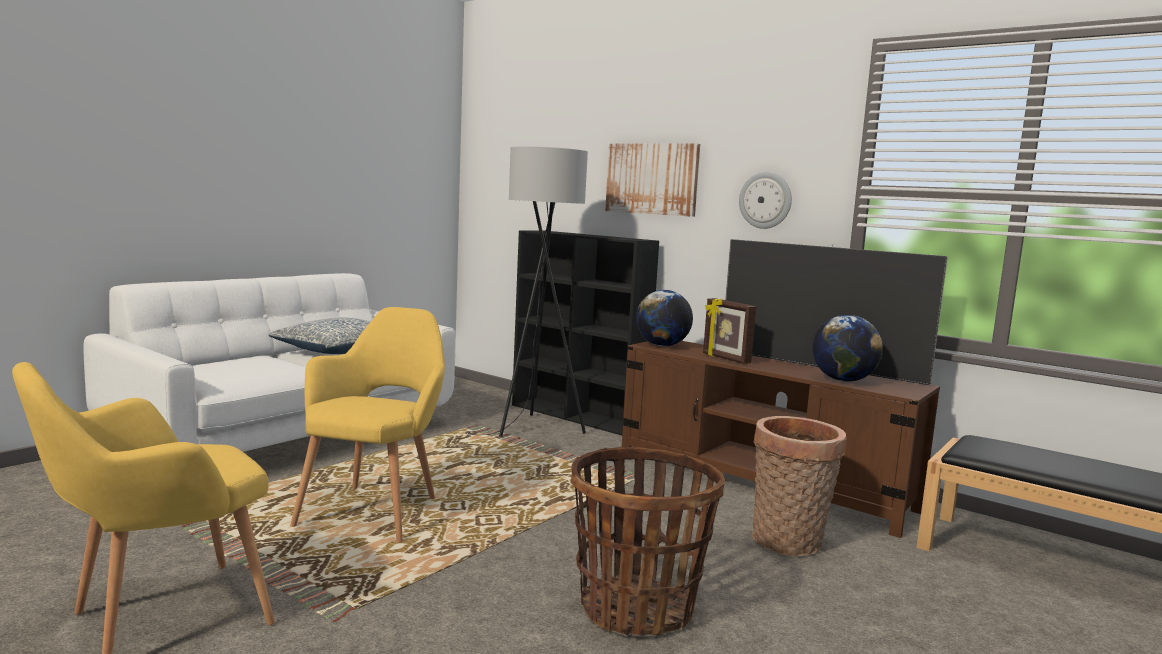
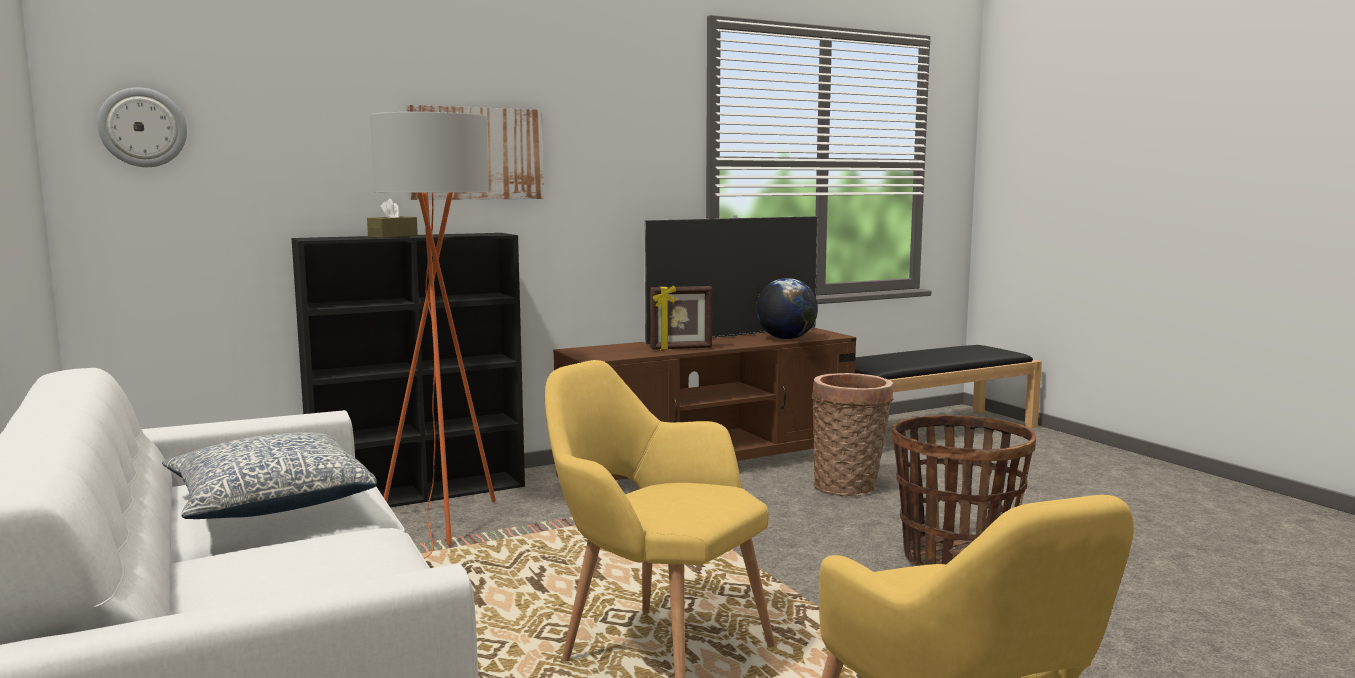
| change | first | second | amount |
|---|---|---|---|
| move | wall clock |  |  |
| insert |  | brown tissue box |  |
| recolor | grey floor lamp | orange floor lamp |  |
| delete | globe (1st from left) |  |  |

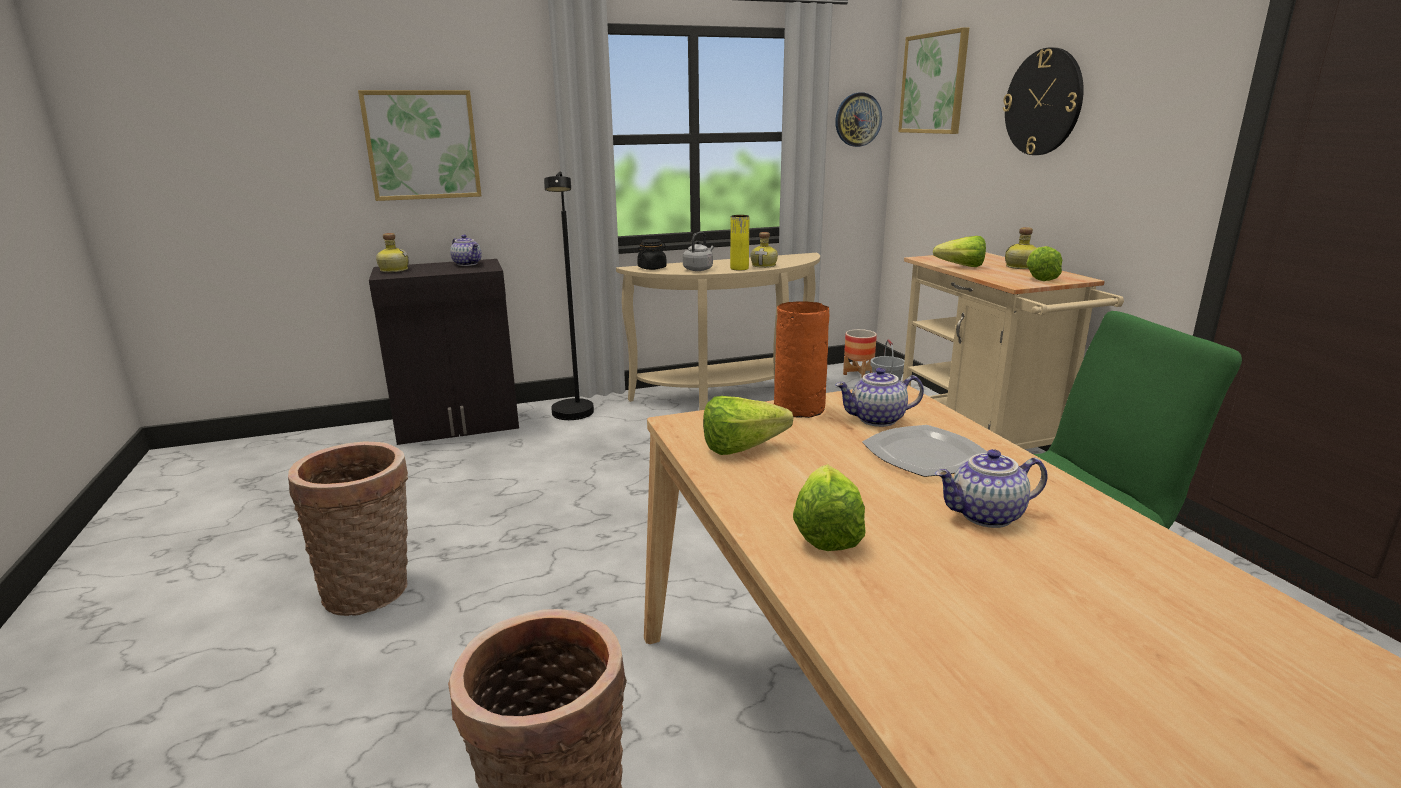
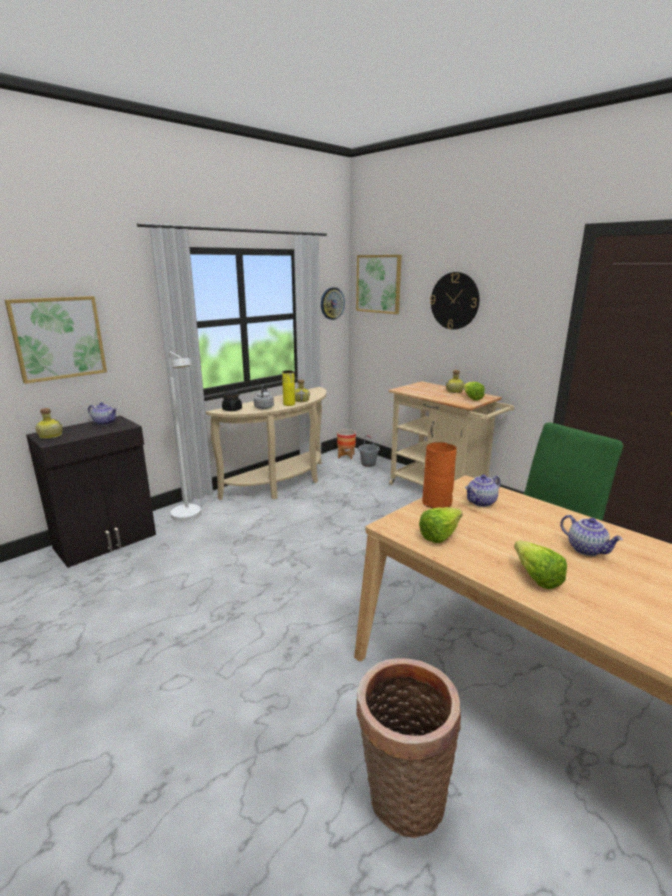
| change | first | second | amount |
|---|---|---|---|
| recolor | black floor lamp | white floor lamp |  |
| rotate | teapot (3rd from left) |  | 90 degrees counterclockwise |
| delete | basket (1st from left) |  |  |
| delete | plate |  |  |
| delete | lettuce (3rd from left) |  |  |

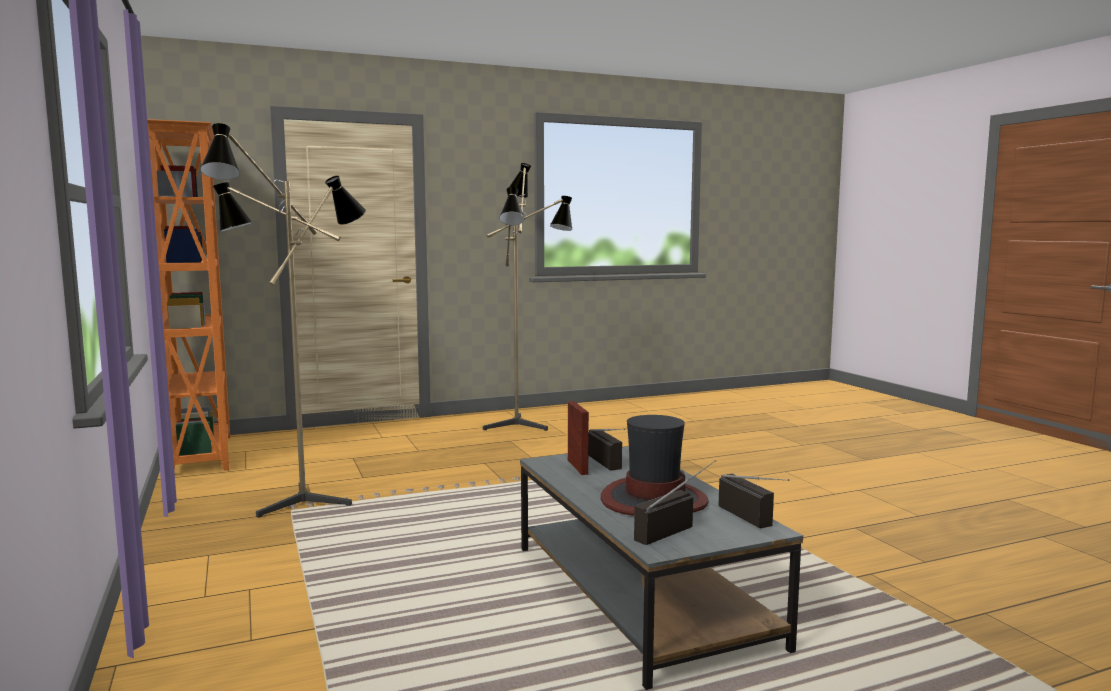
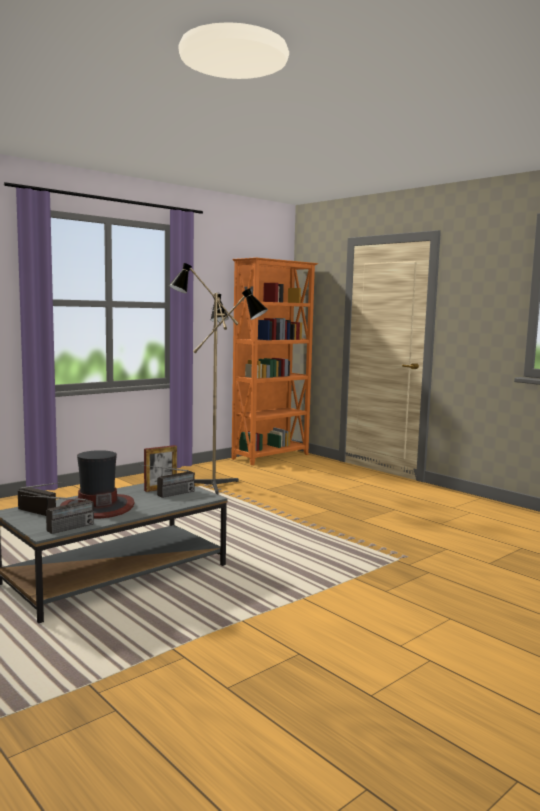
| change | first | second | amount |
|---|---|---|---|
| delete | floor lamp (2nd from left) |  |  |

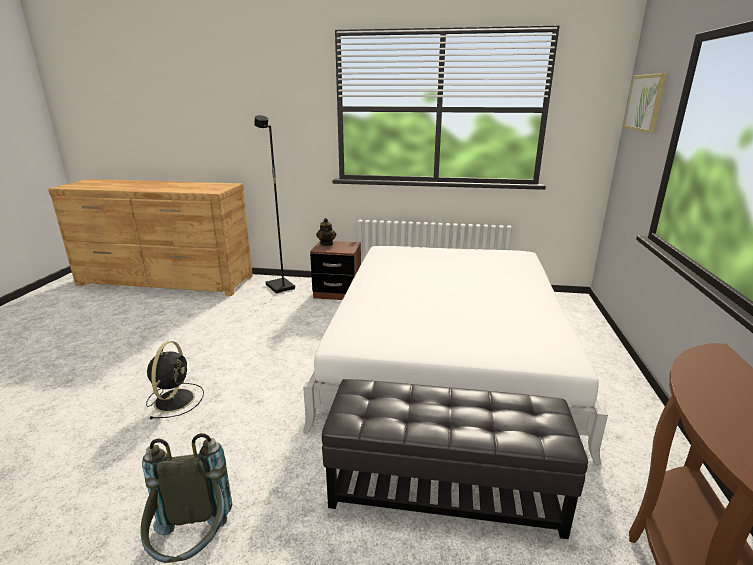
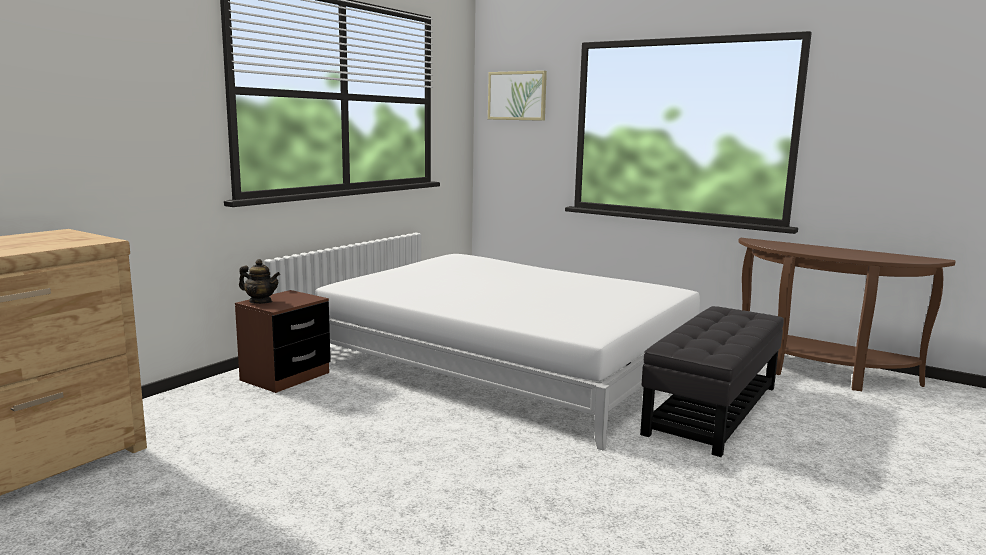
| change | first | second | amount |
|---|---|---|---|
| delete | grey backpack |  |  |
| delete | black fan |  |  |
| delete | black floor lamp |  |  |

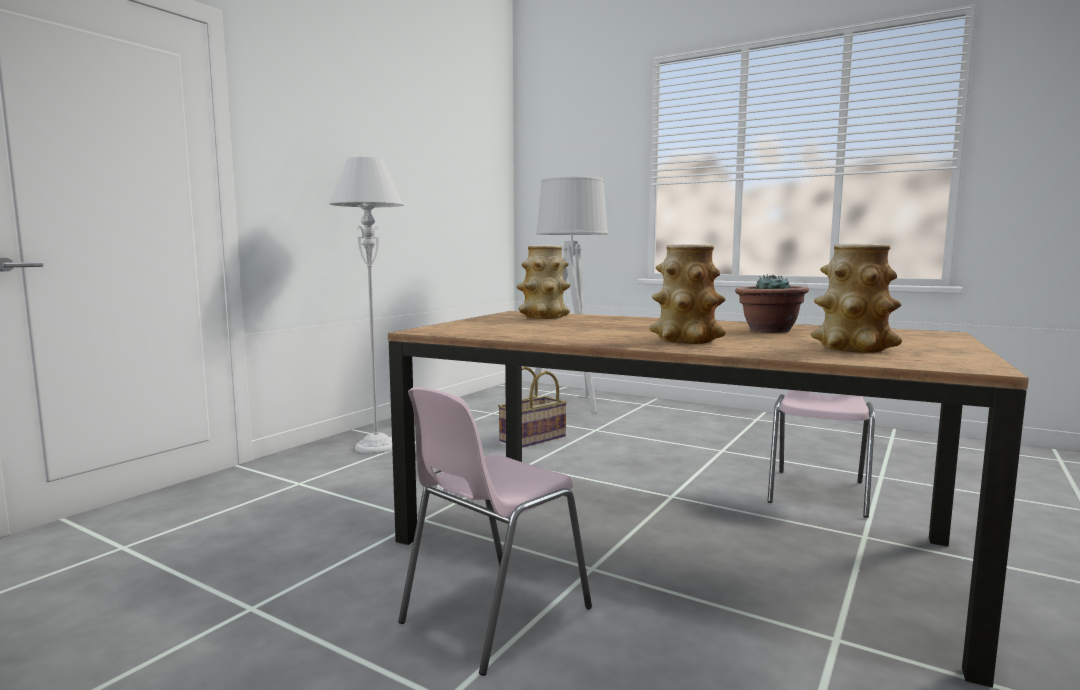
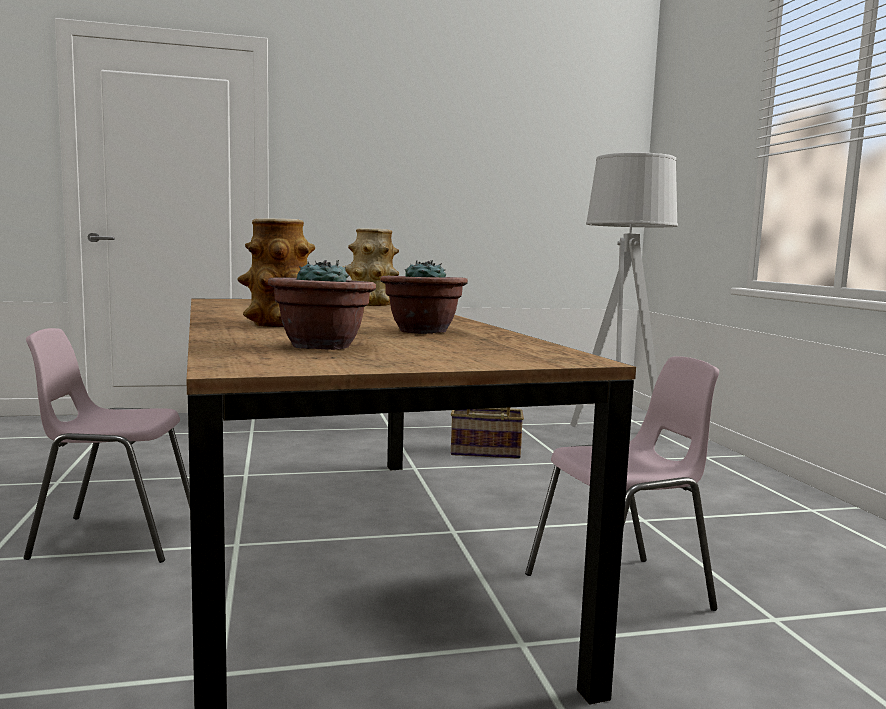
| change | first | second | amount |
|---|---|---|---|
| replace | vase (3rd from left) | potted plant (1st from left) |  |
| delete | grey floor lamp (1st from left) |  |  |

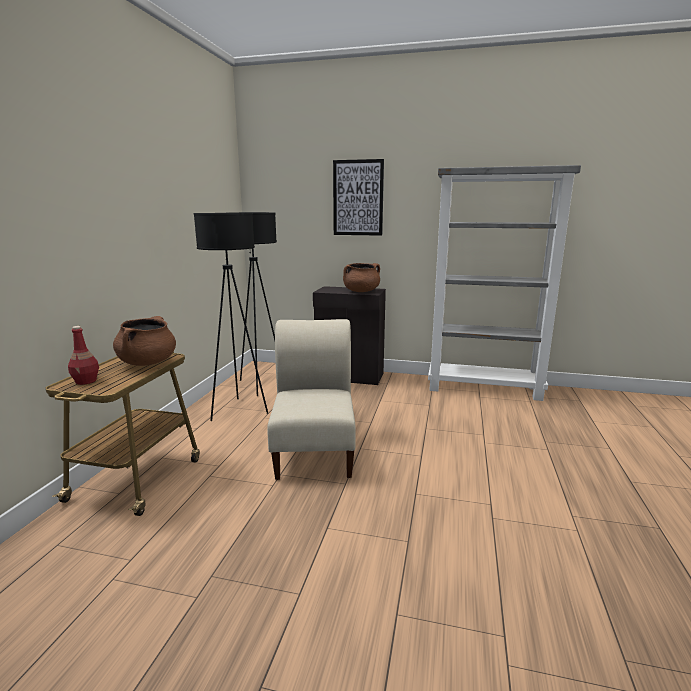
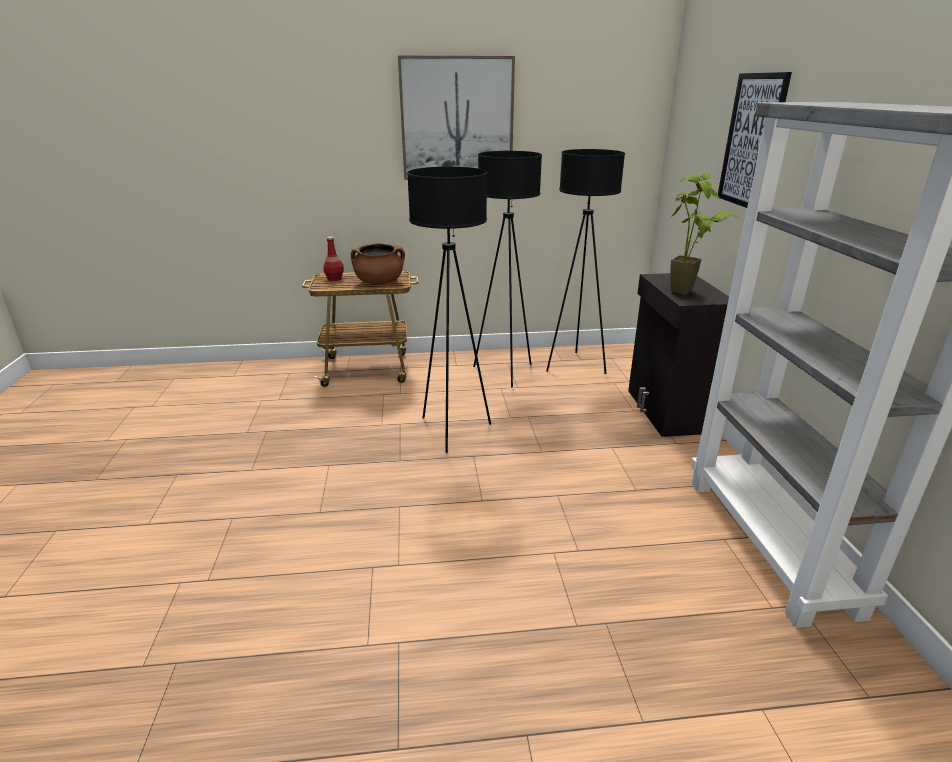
| change | first | second | amount |
|---|---|---|---|
| insert |  | picture (1st from left) |  |
| replace | beige chair | black floor lamp (1st from left) |  |
| replace | brown cooking pot (2nd from left) | potted plant |  |

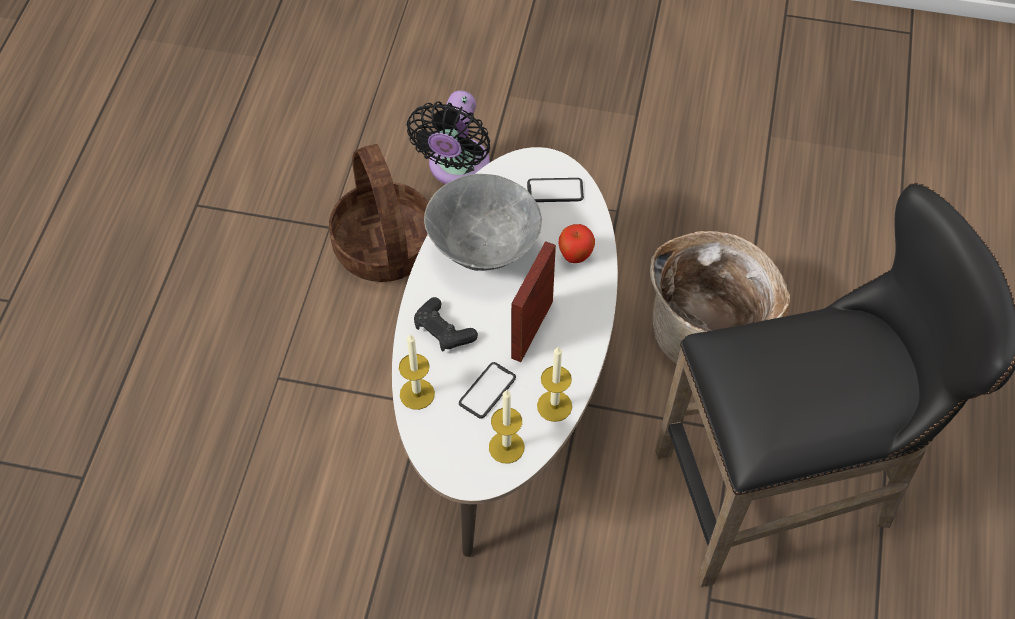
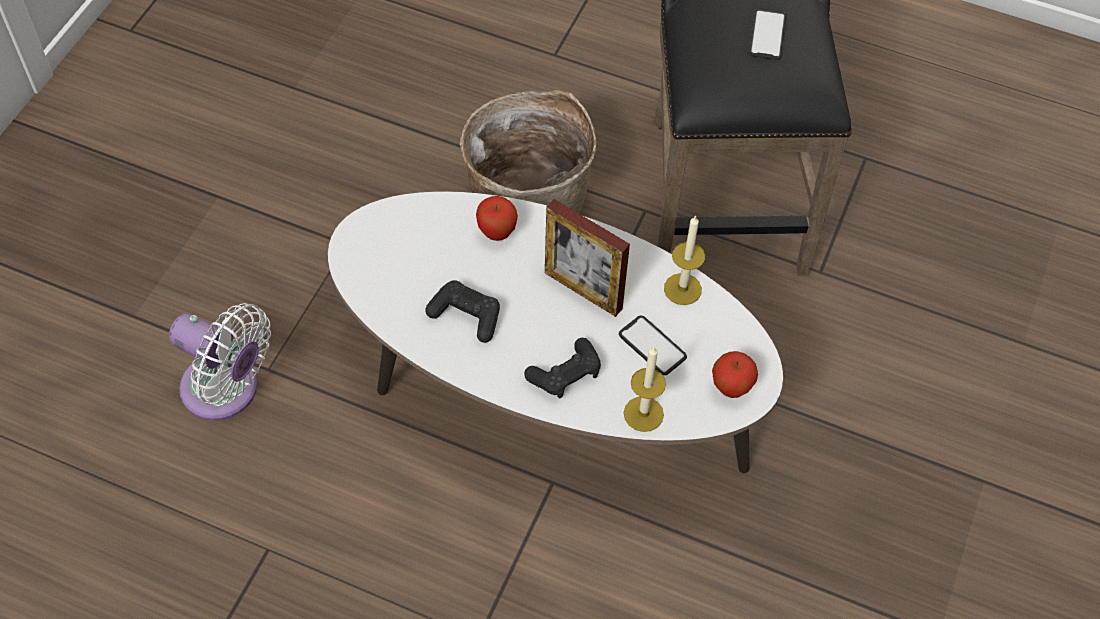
| change | first | second | amount |
|---|---|---|---|
| recolor | black fan | white fan |  |
| replace | grey bowl | black game controller (1st from left) |  |
| insert |  | apple (2nd from left) |  |
| move | phone (2nd from left) |  |  |
| delete | basket (1st from left) |  |  |
| delete | candle (2nd from left) |  |  |

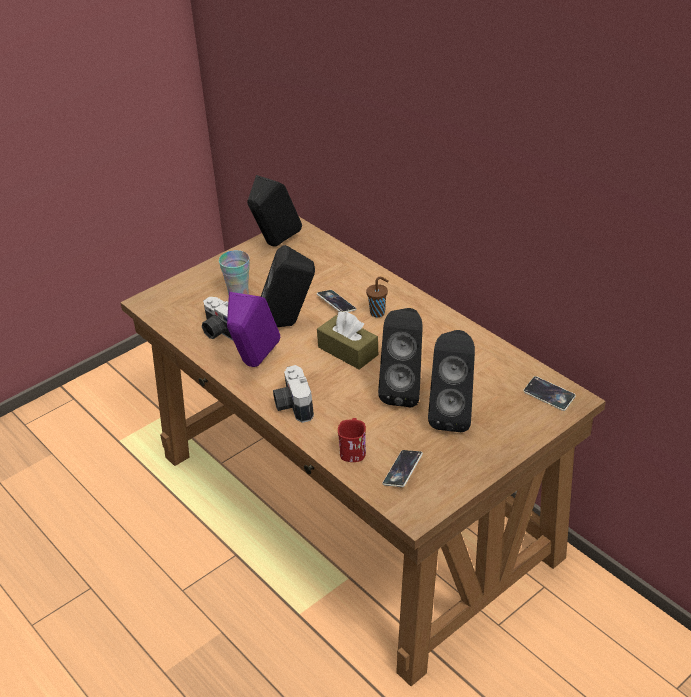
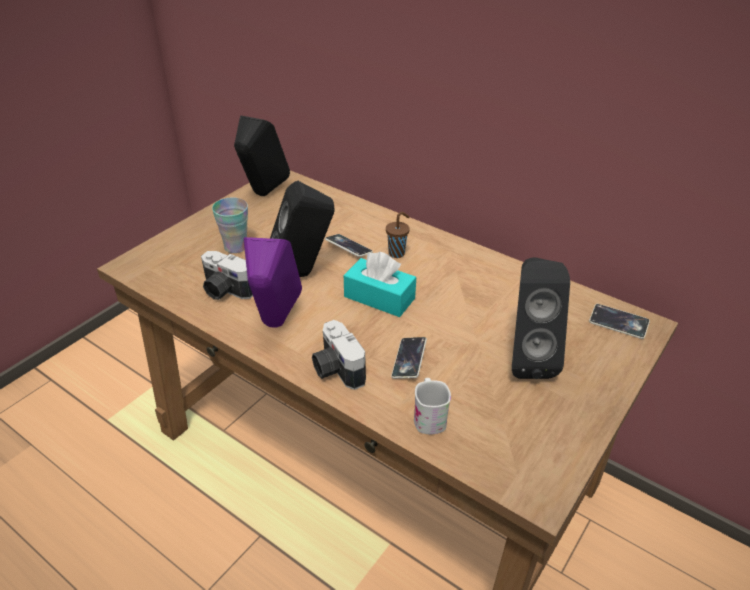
| change | first | second | amount |
|---|---|---|---|
| recolor | brown tissue box | turquoise tissue box |  |
| move | phone (2nd from left) |  |  |
| recolor | red mug | white mug |  |
| delete | black speaker (3rd from left) |  |  |

